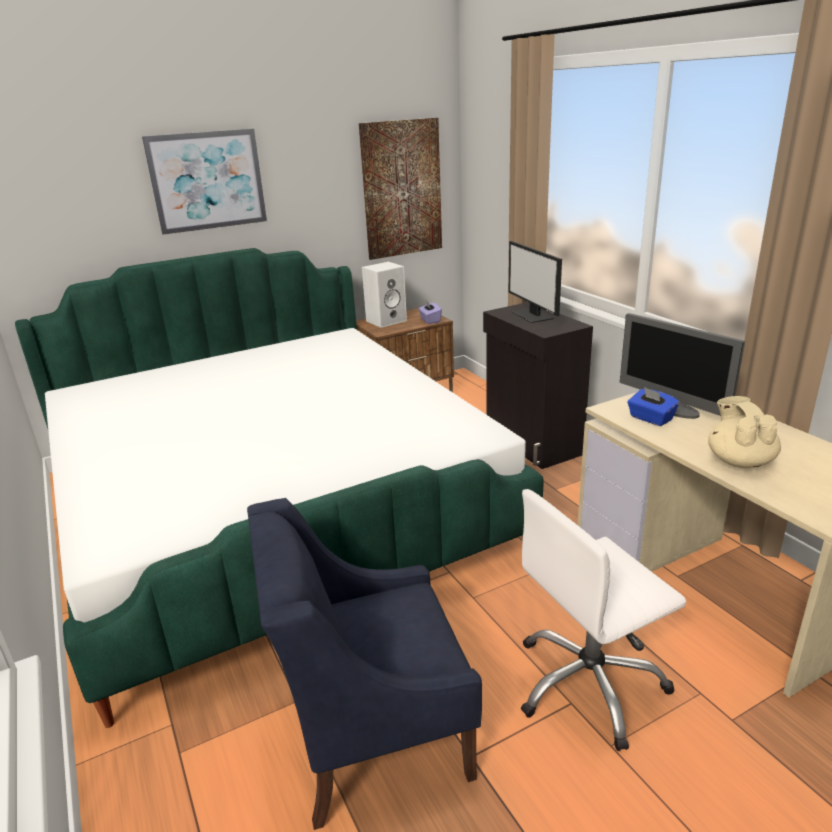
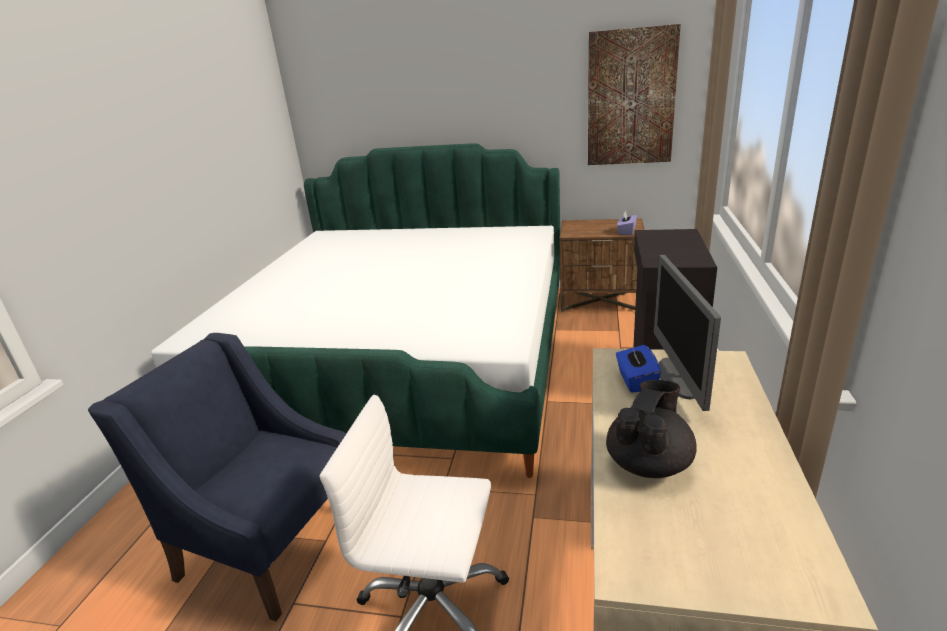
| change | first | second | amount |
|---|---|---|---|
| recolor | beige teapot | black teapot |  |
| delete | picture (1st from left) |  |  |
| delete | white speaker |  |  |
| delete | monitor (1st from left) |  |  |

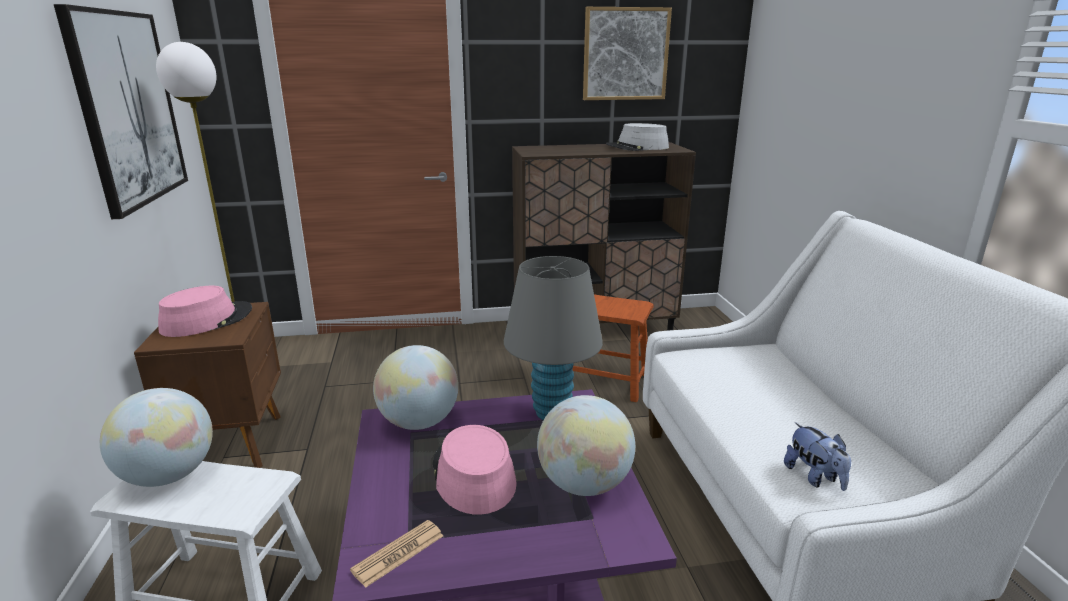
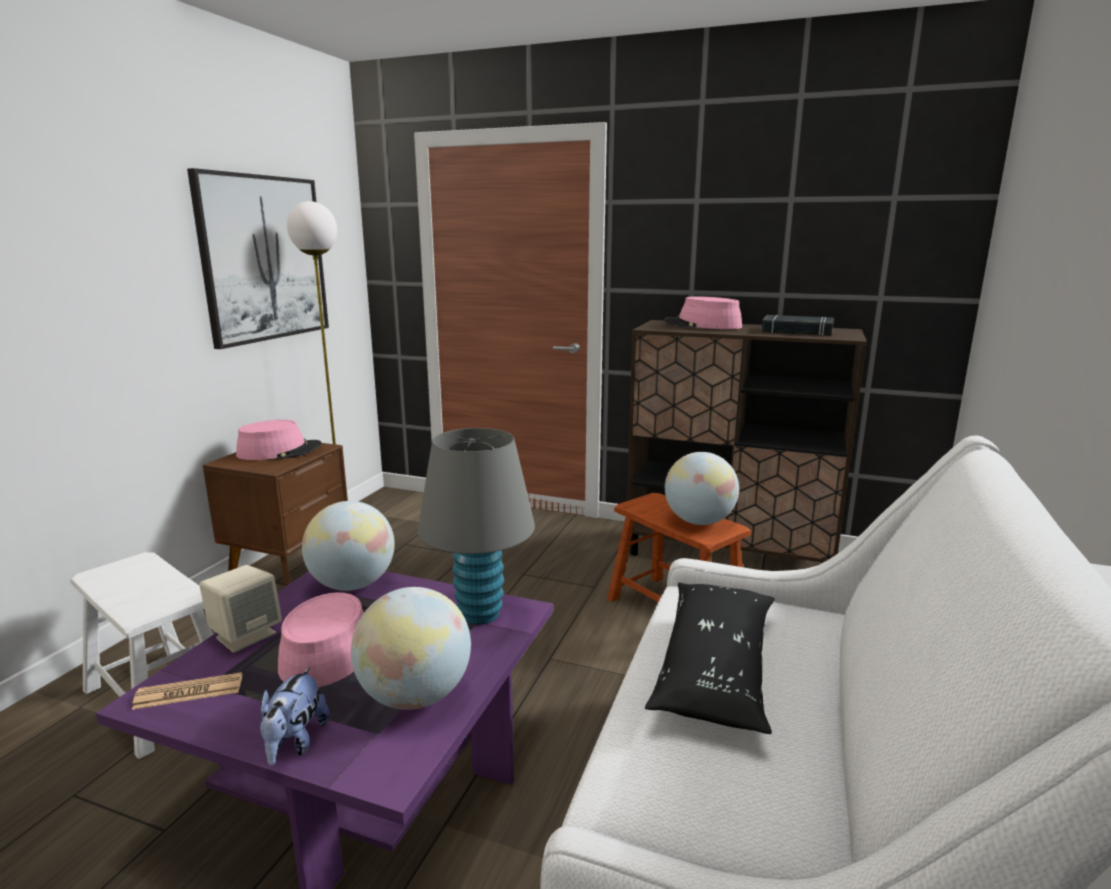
| change | first | second | amount |
|---|---|---|---|
| insert |  | beige speaker |  |
| move | plush toy |  |  |
| insert |  | black pillow |  |
| insert |  | pink hat (3rd from left) |  |
| move | globe (1st from left in the first image) | globe (3rd from left) |  |
| replace | grey hat | black book |  |
| delete | picture (2nd from left) |  |  |

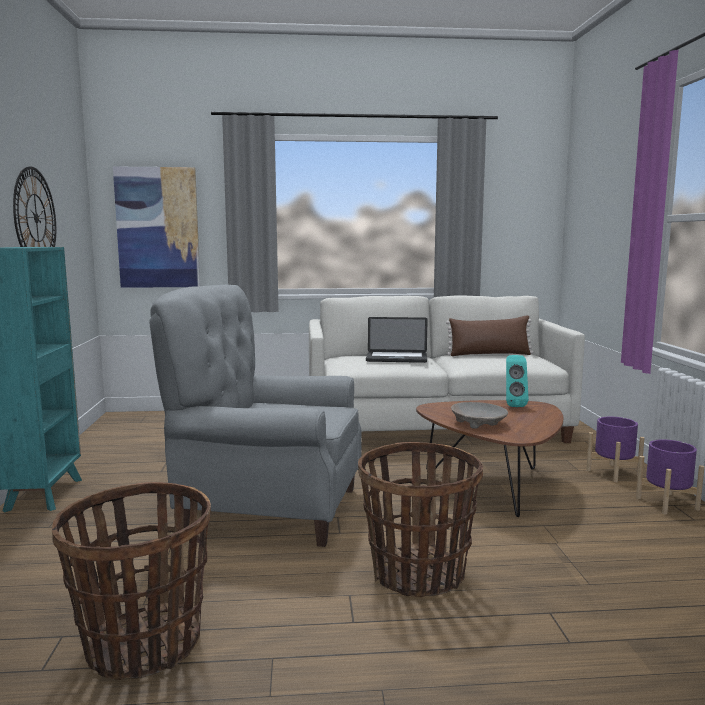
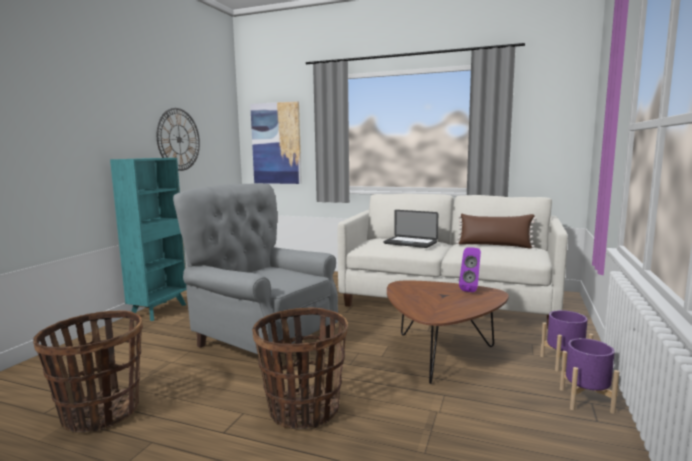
| change | first | second | amount |
|---|---|---|---|
| recolor | turquoise speaker | purple speaker |  |
| delete | beige bowl |  |  |

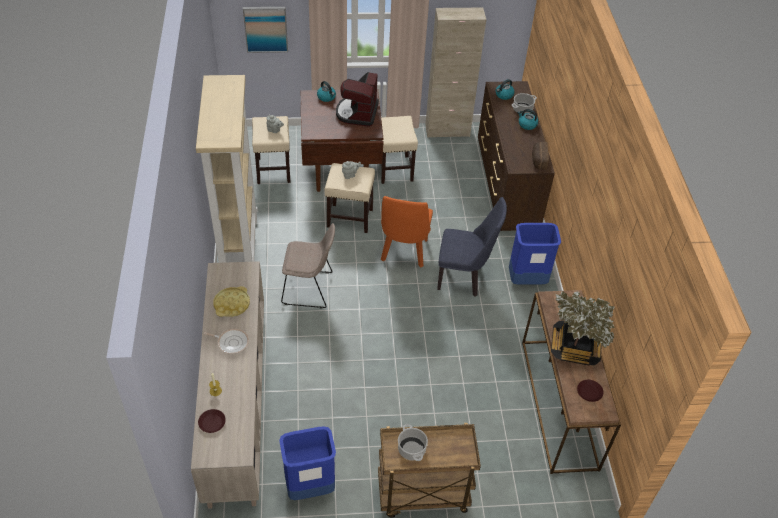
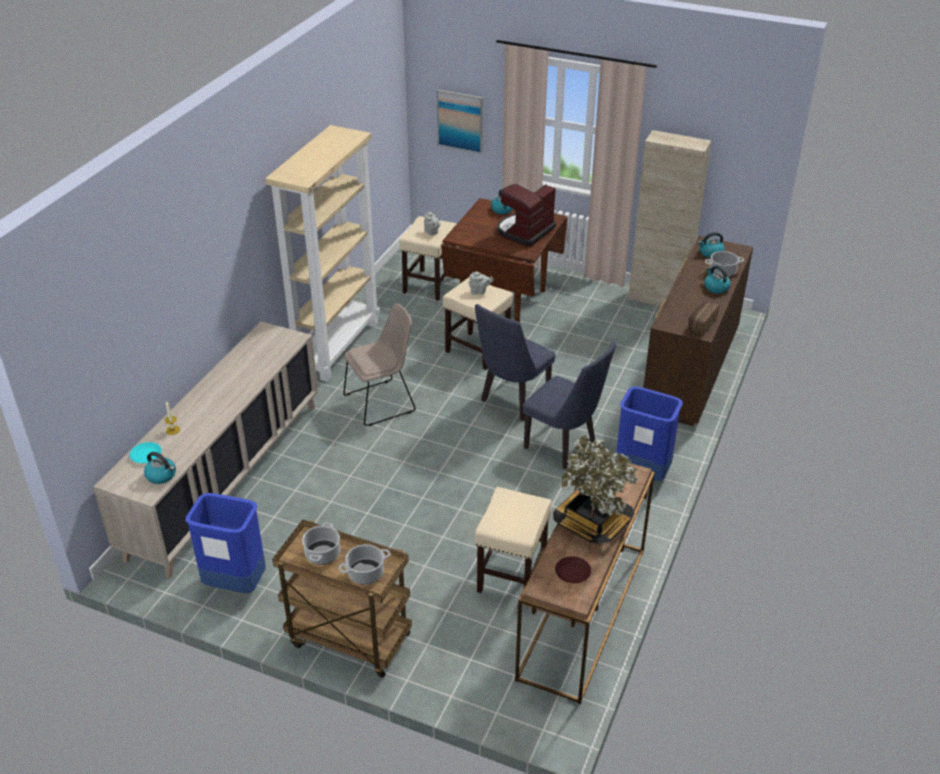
| change | first | second | amount |
|---|---|---|---|
| recolor | brown plate (1st from left) | turquoise plate |  |
| insert |  | kettle (1st from left) |  |
| insert |  | cooking pot (2nd from left) |  |
| rotate | beige chair |  | 60 degrees counterclockwise |
| recolor | orange chair | blue chair (1st from left) |  |
| move | beige stool (3rd from left) |  |  |
| delete | frying pan |  |  |
| delete | yellow tray |  |  |

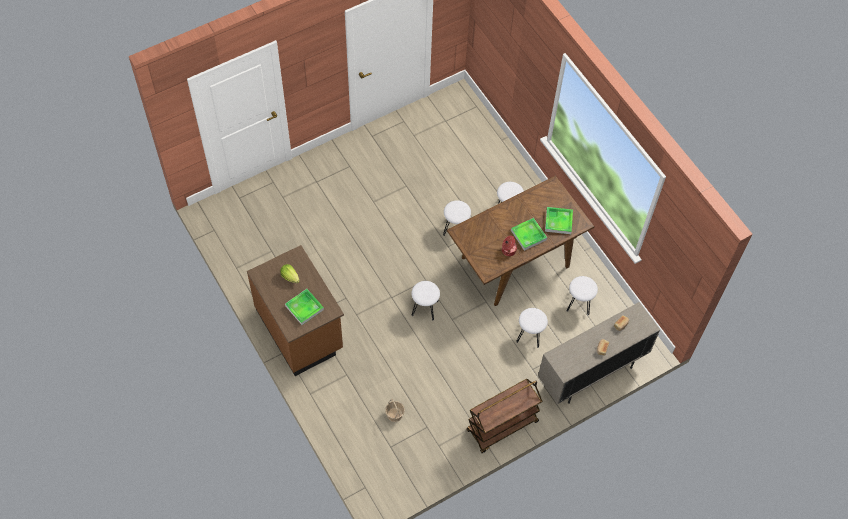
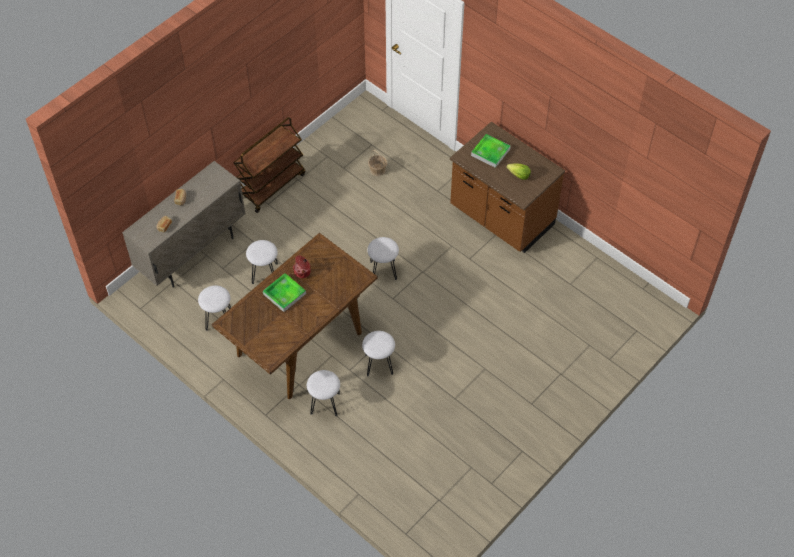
| change | first | second | amount |
|---|---|---|---|
| delete | tray (3rd from left) |  |  |

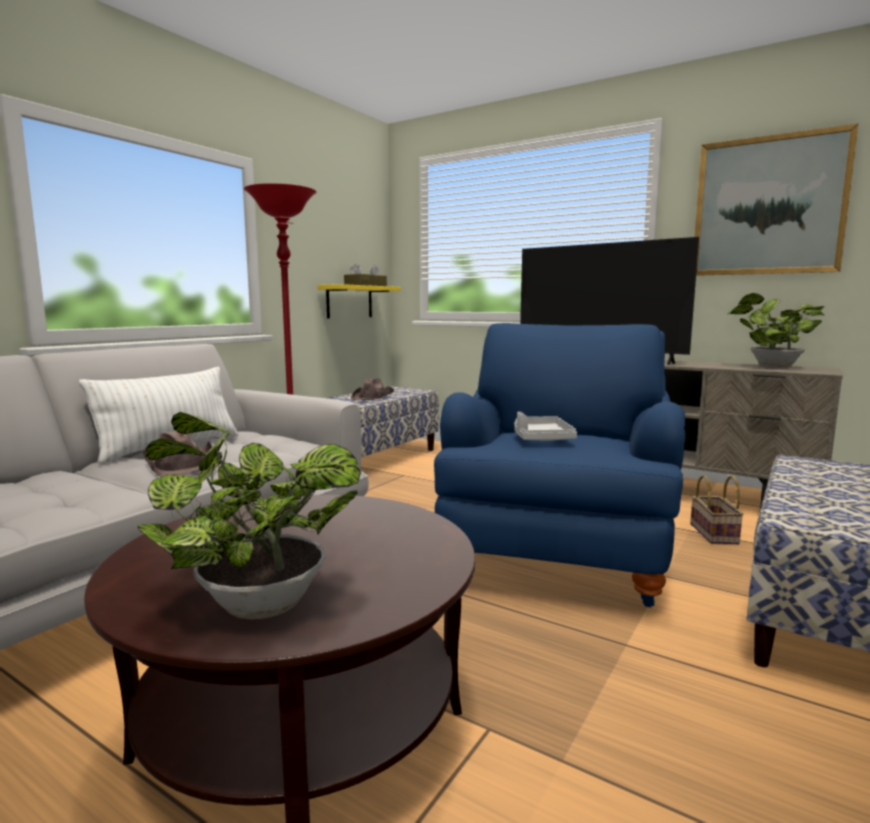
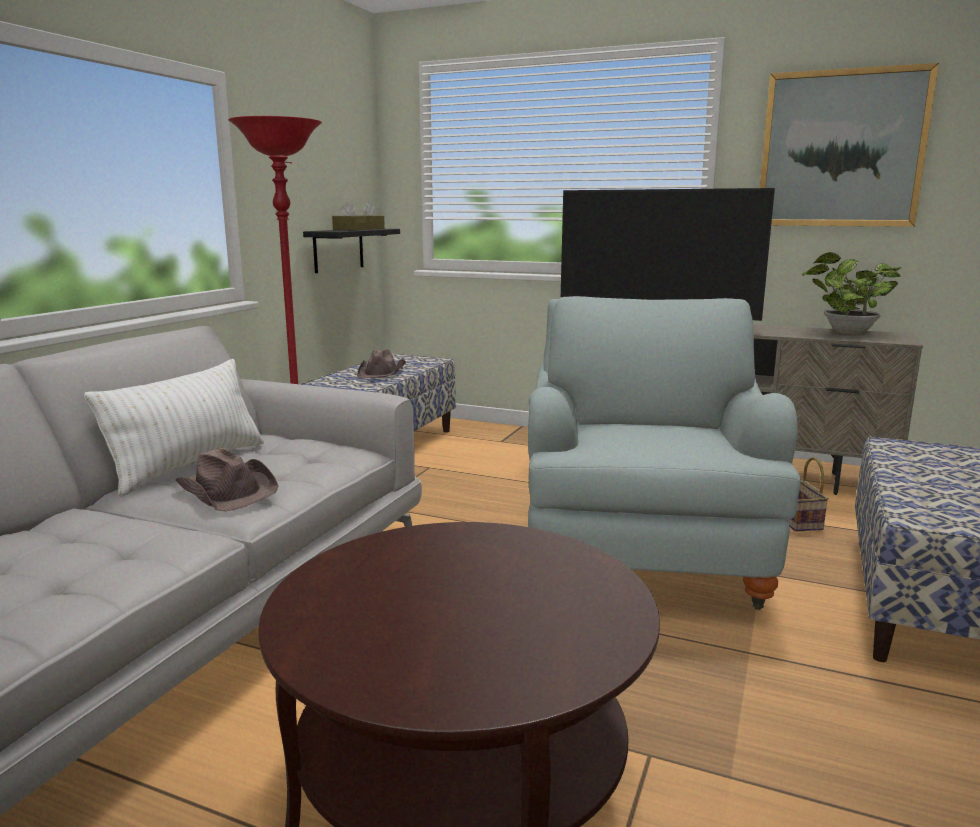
| change | first | second | amount |
|---|---|---|---|
| recolor | yellow shelf | black shelf |  |
| recolor | blue armchair | grey armchair |  |
| delete | potted plant (1st from left) |  |  |
| delete | grey tray |  |  |

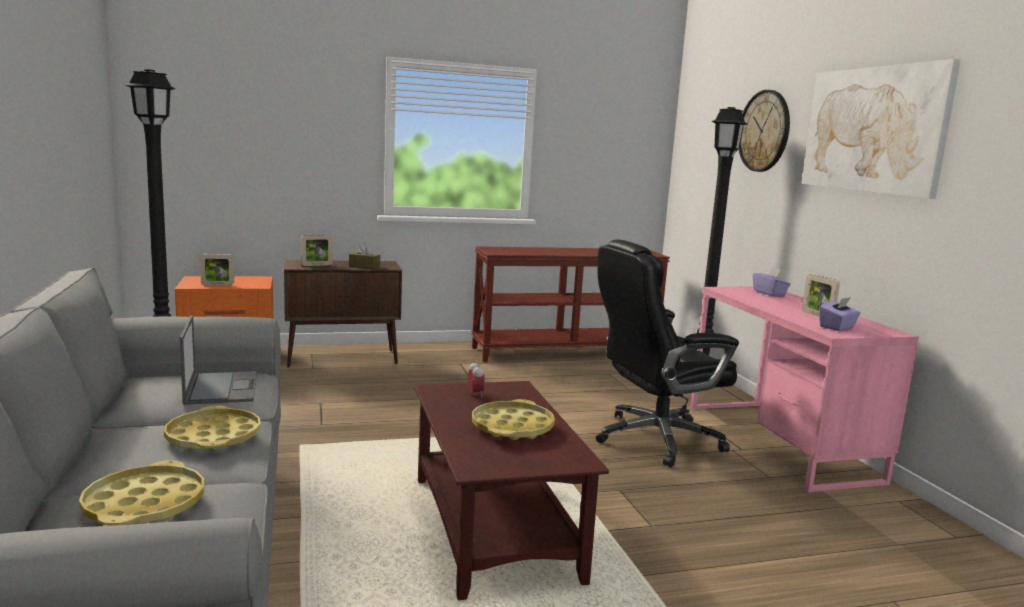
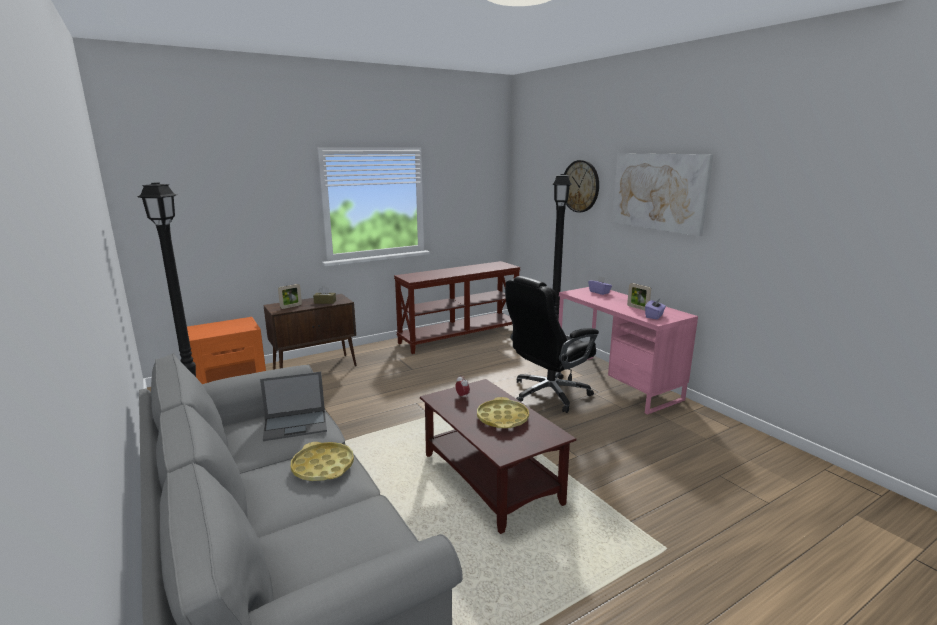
| change | first | second | amount |
|---|---|---|---|
| rotate | laptop |  | 105 degrees clockwise |
| delete | yellow tray (1st from left) |  |  |
| delete | picture frame (1st from left) |  |  |

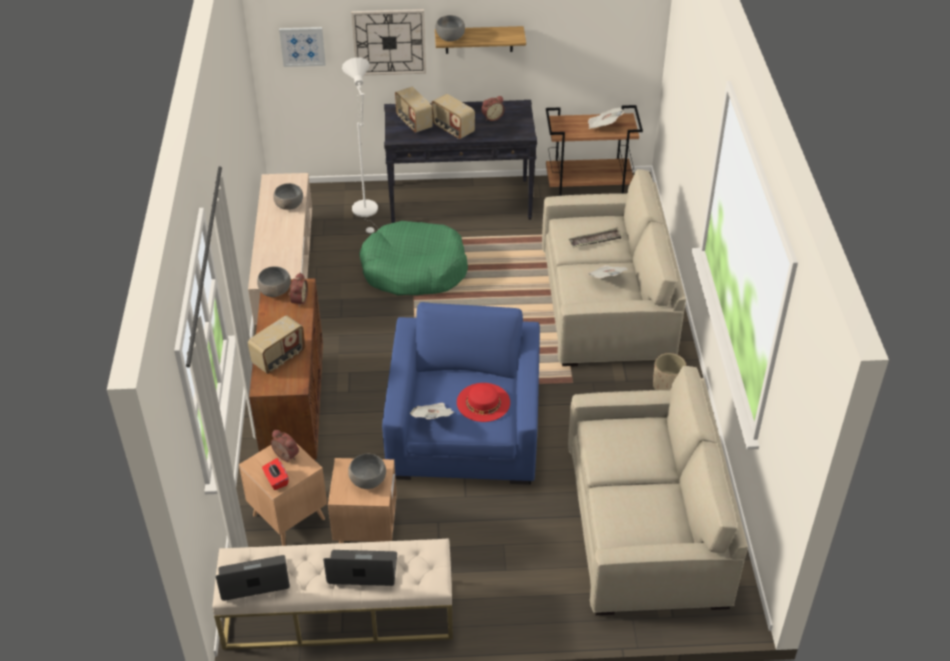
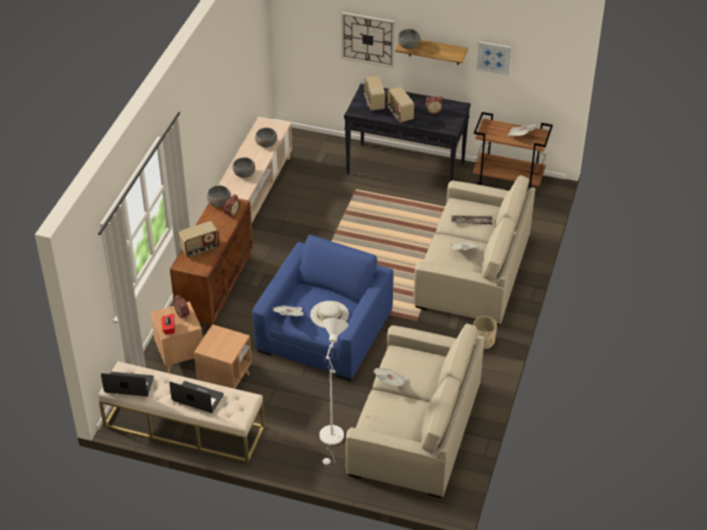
| change | first | second | amount |
|---|---|---|---|
| move | grey bowl (3rd from left in the first image) | grey bowl (2nd from left) |  |
| recolor | red hat | white hat |  |
| move | white floor lamp |  |  |
| insert |  | newspaper (2nd from left) |  |
| move | picture |  |  |
| delete | green dog bed |  |  |

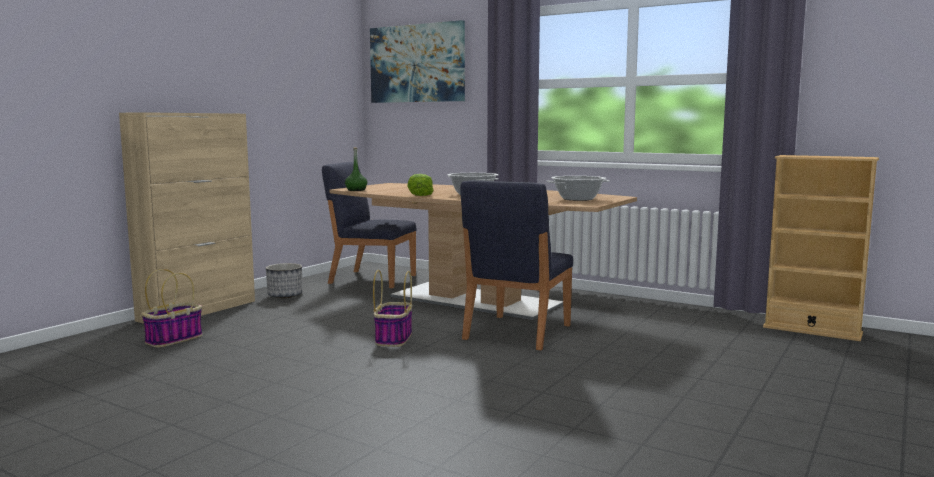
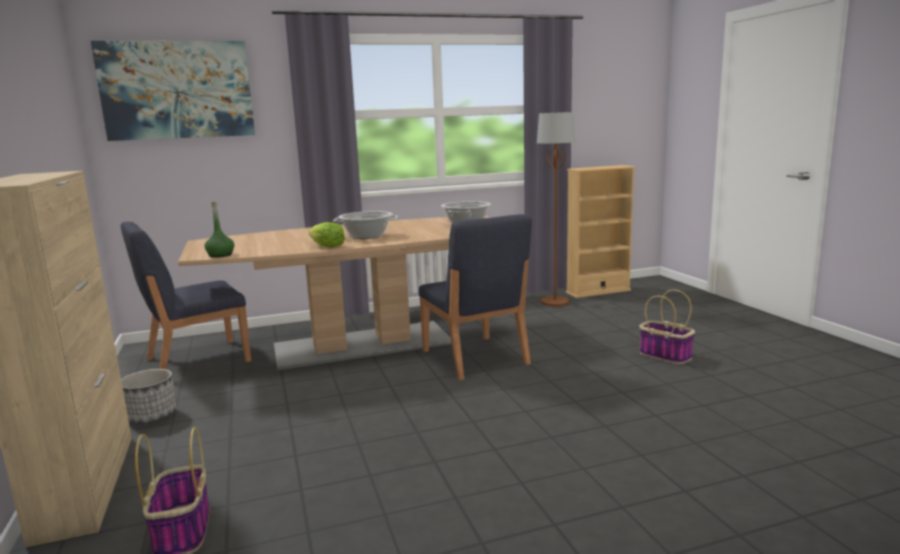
| change | first | second | amount |
|---|---|---|---|
| insert |  | brown floor lamp |  |
| move | basket (2nd from left) |  |  |

